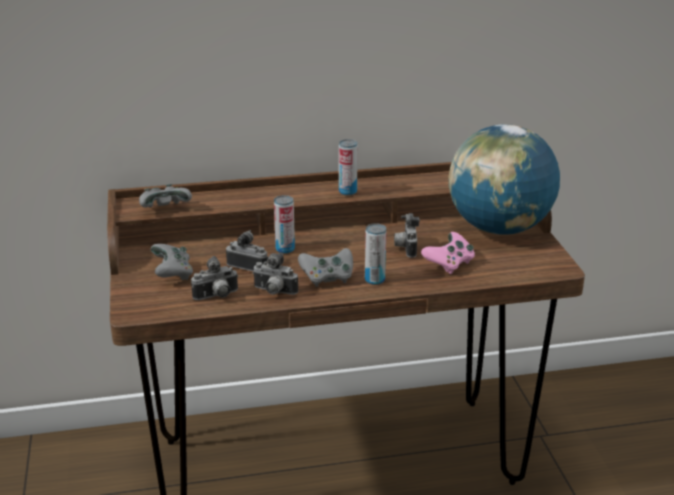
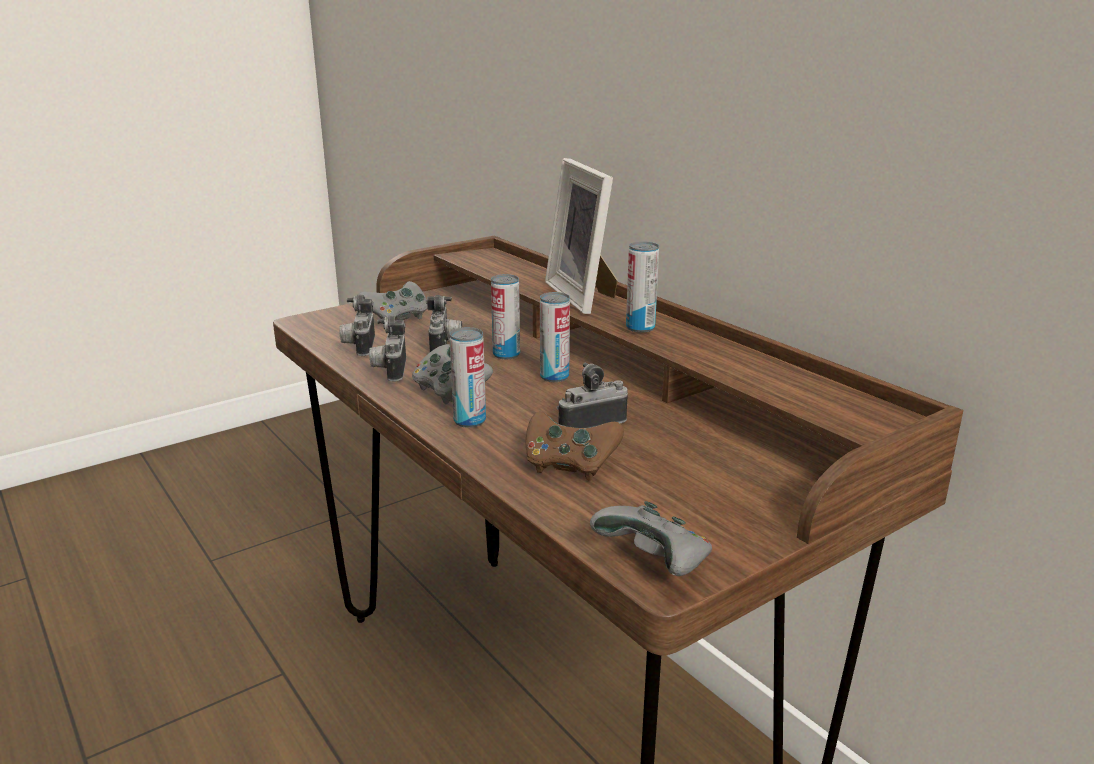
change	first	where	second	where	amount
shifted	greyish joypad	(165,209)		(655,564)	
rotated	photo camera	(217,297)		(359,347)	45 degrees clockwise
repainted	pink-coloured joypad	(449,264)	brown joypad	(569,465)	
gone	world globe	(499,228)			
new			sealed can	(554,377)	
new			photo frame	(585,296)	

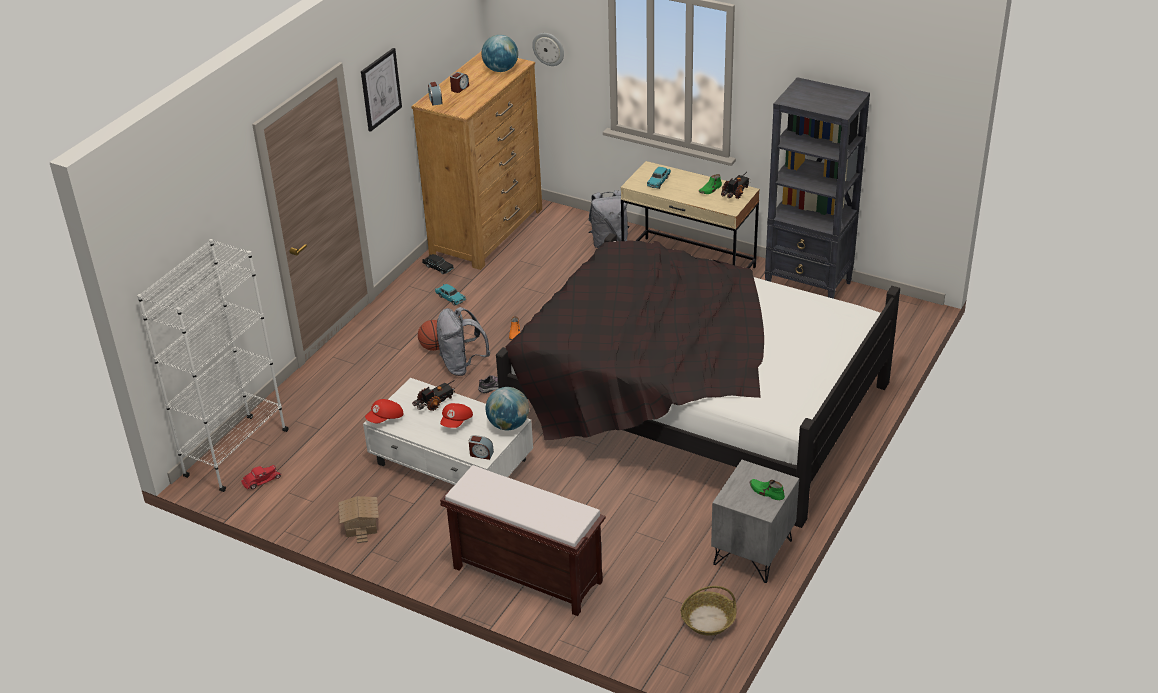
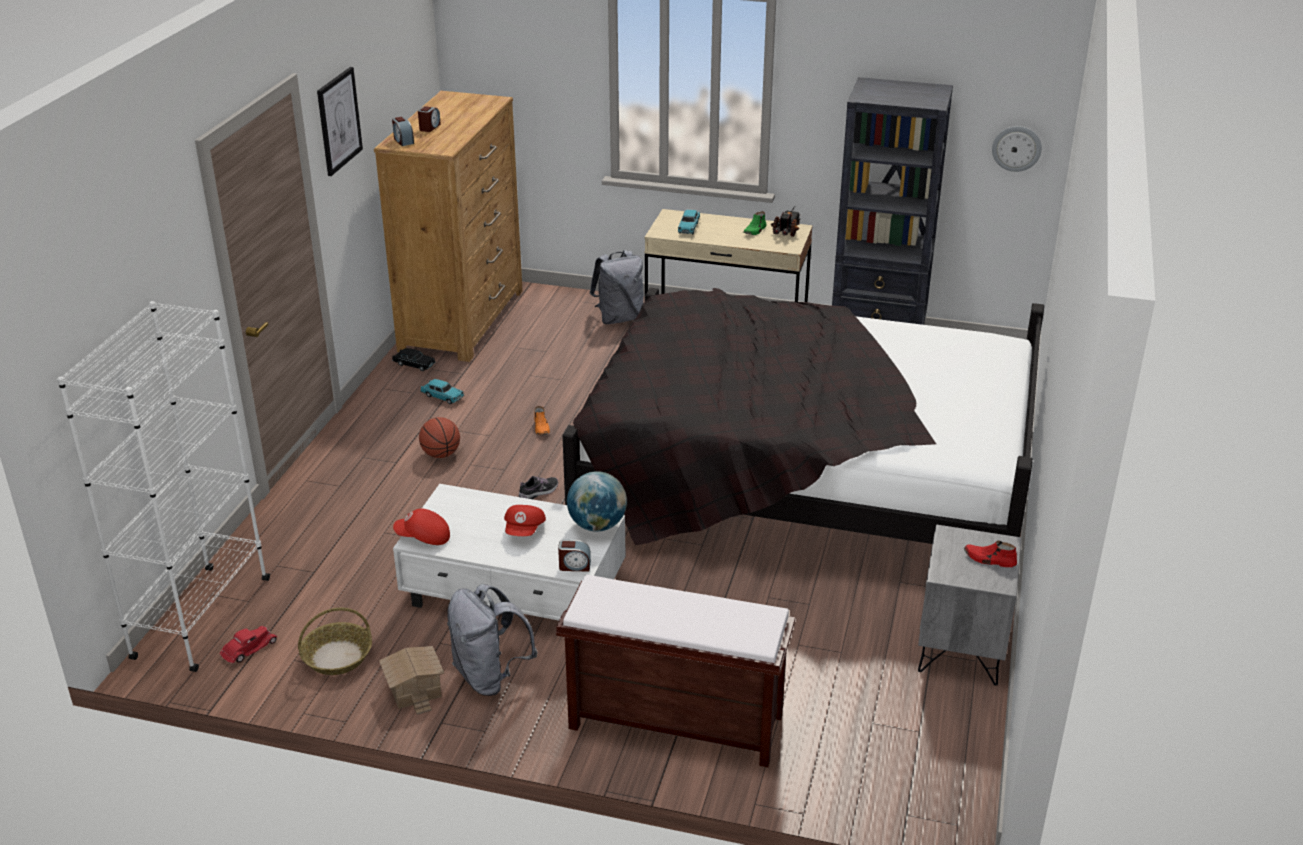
change	first	where	second	where	amount
rotated	red-coloured cap	(385,418)		(423,538)	60 degrees clockwise
gone	toy lorry	(435,402)			
shifted	greyish rucksack	(462,365)		(490,677)	
gone	world globe	(501,70)			
shifted	wall clock	(548,48)		(1016,148)	
shifted	storage basket	(707,620)		(336,657)	
repainted	greenish low shoe	(766,492)	red-coloured low shoe	(989,559)	

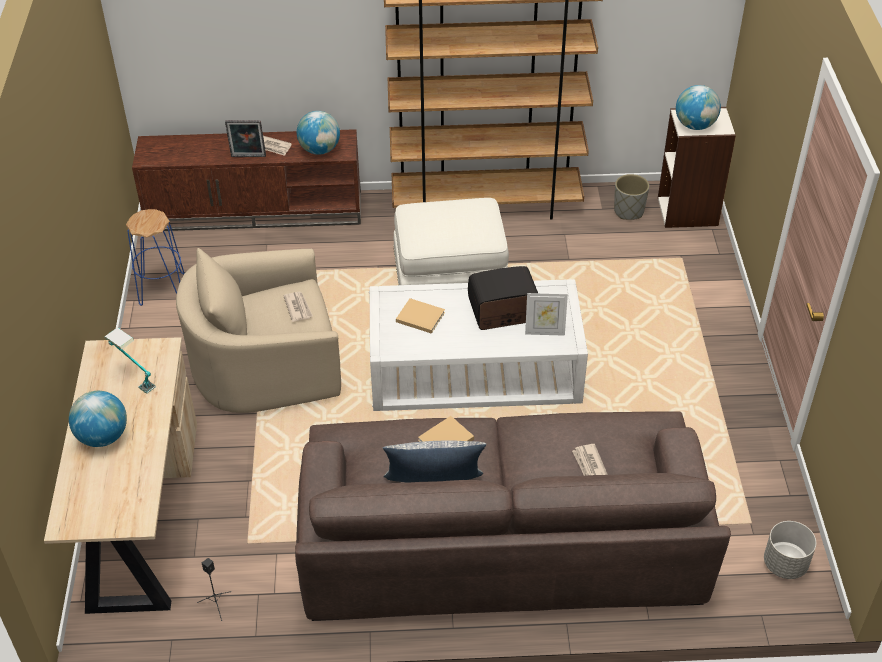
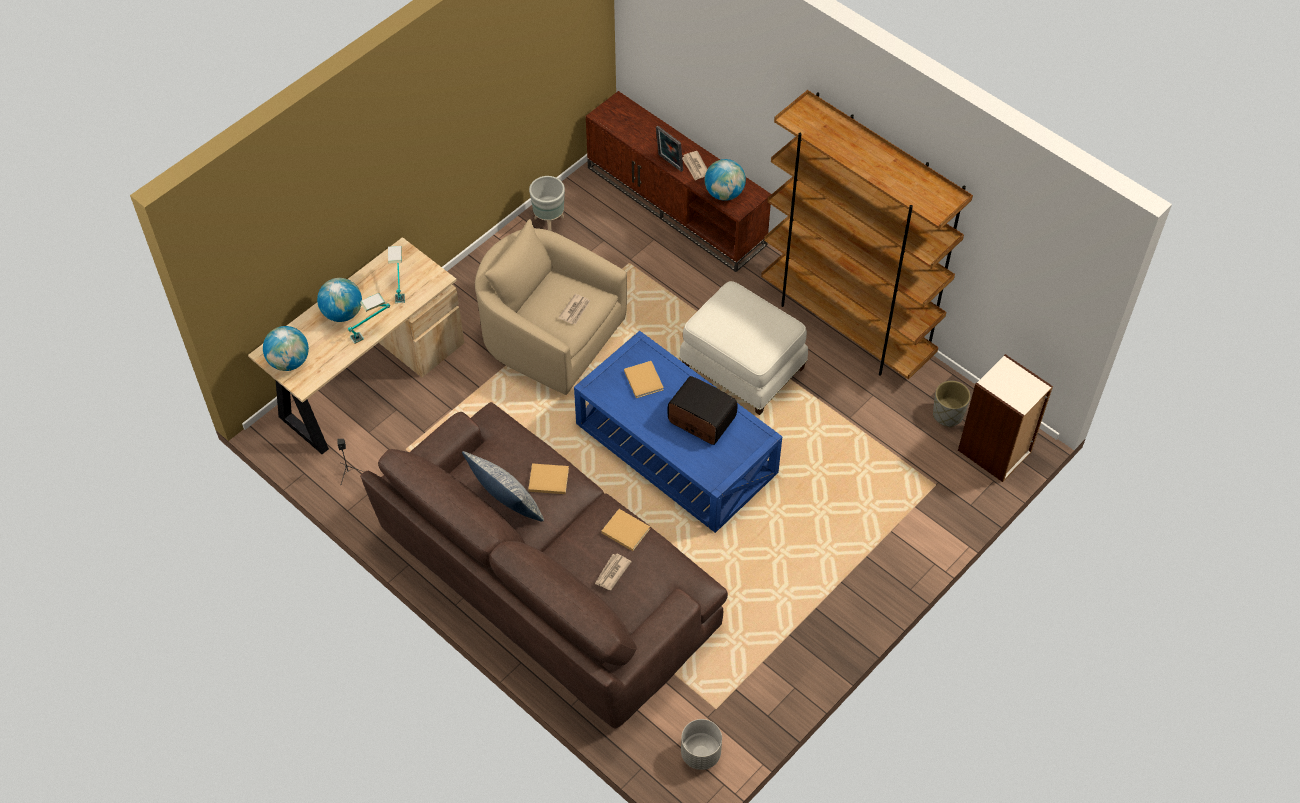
change	first	where	second	where	amount
swapped	bluish sitting stool	(162,289)	greyish plant pot	(549,223)	
repainted	whitish coffee table	(474,370)	bluish coffee table	(675,449)	
gone	photo frame	(544,332)			
shifted	world globe	(695,125)		(289,361)	
new			table lamp	(371,331)	
new			beige bound book	(624,530)	

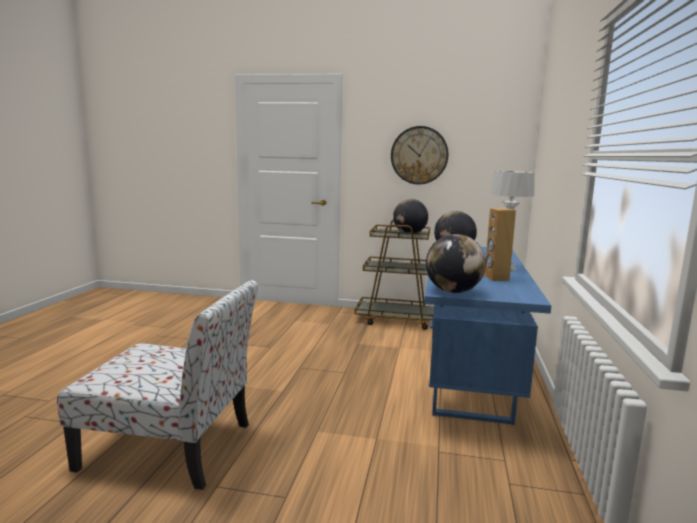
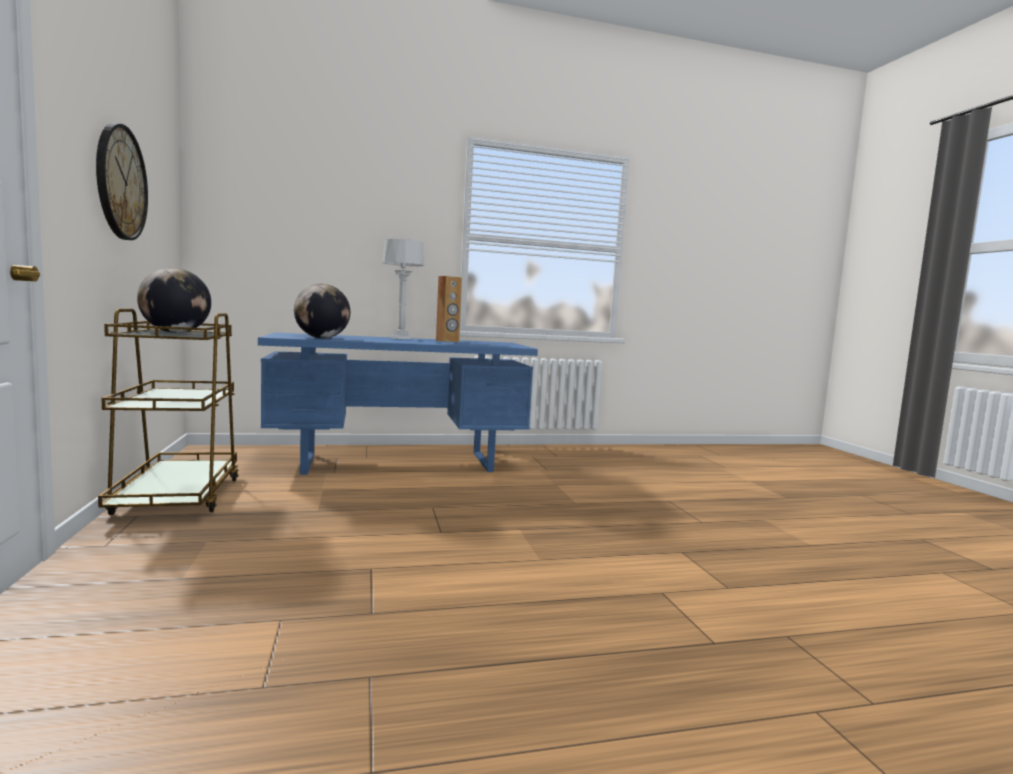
change	first	where	second	where	amount
gone	chair	(171,447)			
gone	world globe	(453,291)			

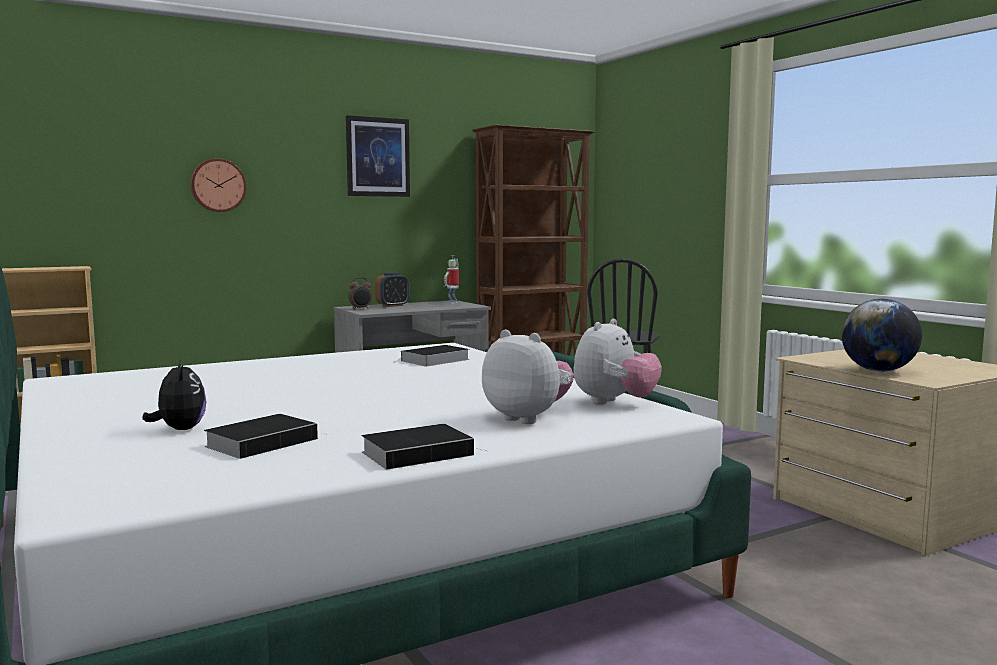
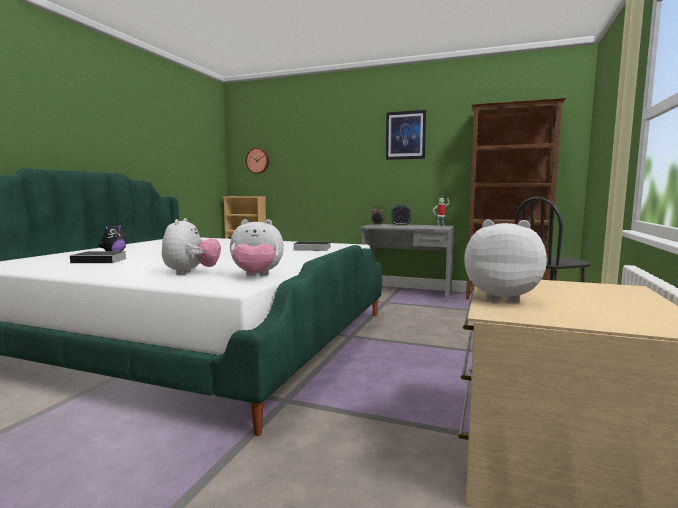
change	first	where	second	where	amount
shifted	wall clock	(218,185)		(258,160)	
gone	bound book	(420,453)			
swapped	world globe	(878,371)	plush toy	(501,297)	

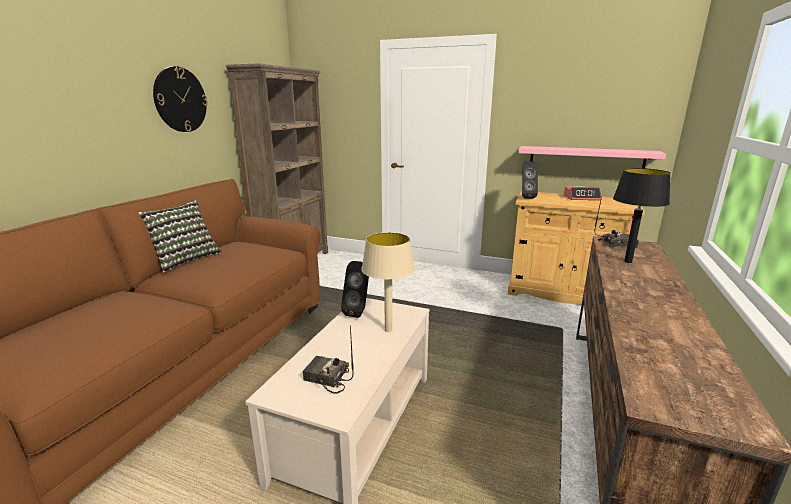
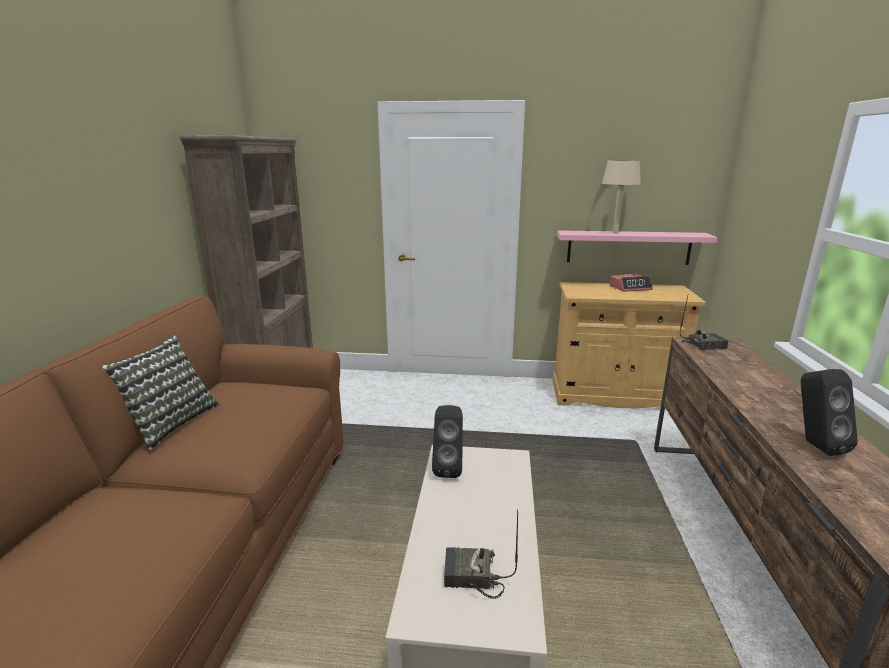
change	first	where	second	where	amount
gone	wall clock	(180,100)			
shifted	beige table lamp	(388,330)		(615,233)	
shifted	blackish loudspeaker	(526,198)		(814,445)	
gone	blackish table lamp	(628,261)			

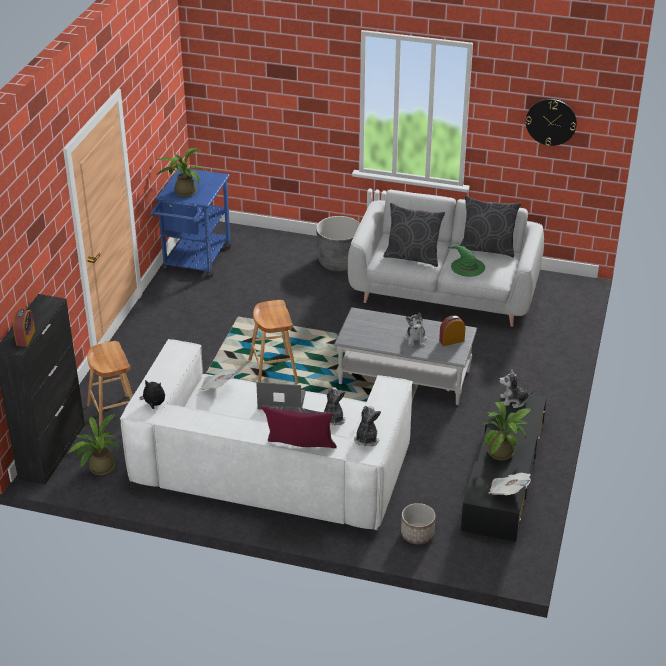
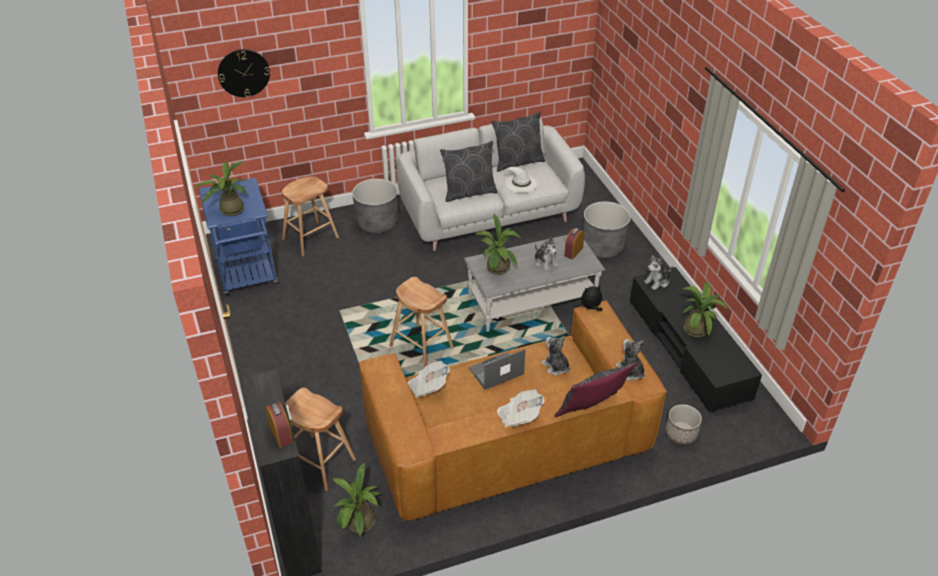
change	first	where	second	where	amount
repainted	whitish sofa	(270,465)	brown sofa	(507,436)	
shifted	plush toy	(154,404)		(591,307)	
repainted	greenish clothing hat	(467,267)	whitish clothing hat	(520,183)	
shifted	printed paper	(508,492)		(519,416)	
shifted	wall clock	(551,122)		(243,73)	
new			brown sitting stool	(310,238)	
new			potted plant	(498,270)	
new			greyish plant pot	(603,247)	

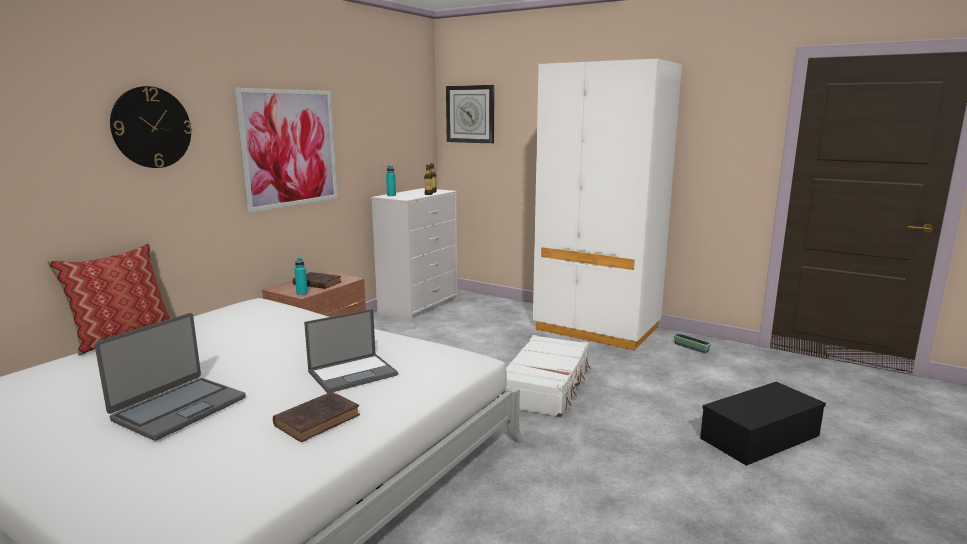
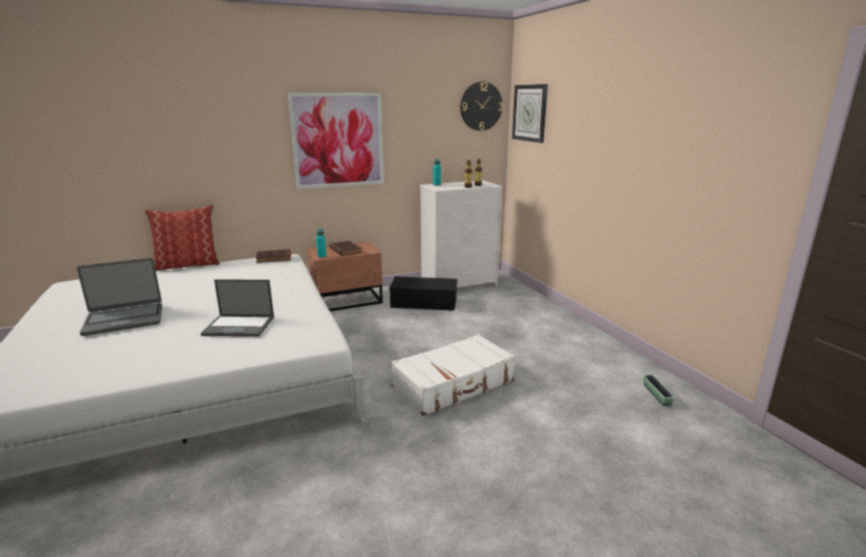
change	first	where	second	where	amount
shifted	wall clock	(151,127)		(481,106)	
shifted	brown bound book	(319,419)		(275,258)	
gone	whitish wardrobe	(596,329)			
shifted	blackish storage bin	(760,436)		(425,302)	

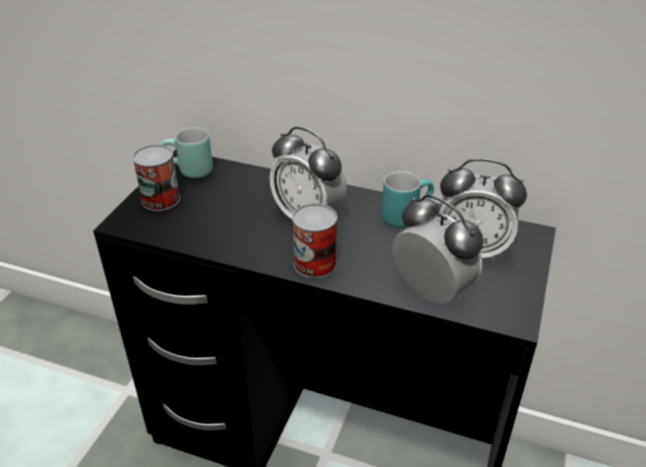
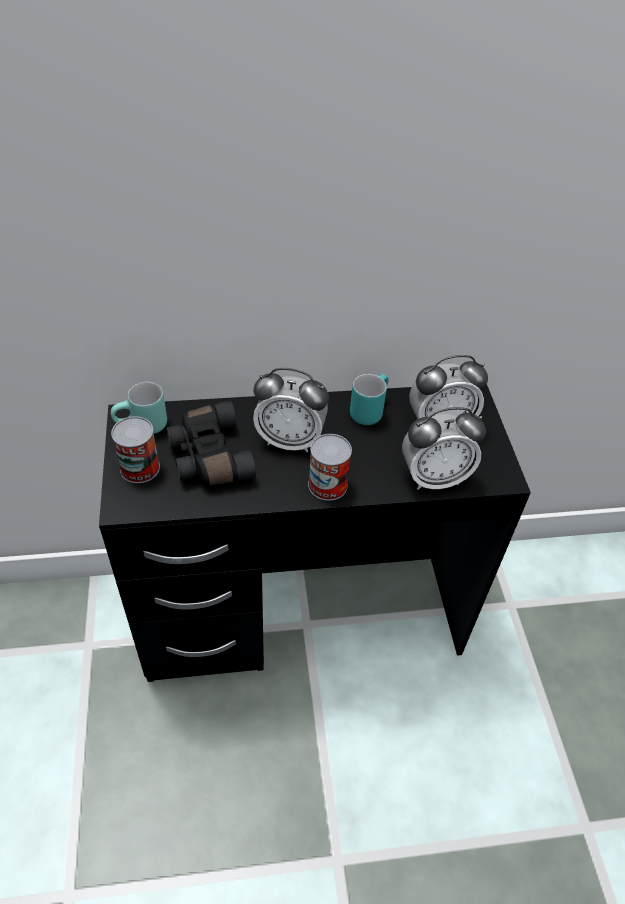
change	first	where	second	where	amount
rotated	table clock	(431,292)		(434,478)	150 degrees clockwise
new			blackish pair of binoculars	(208,456)	

